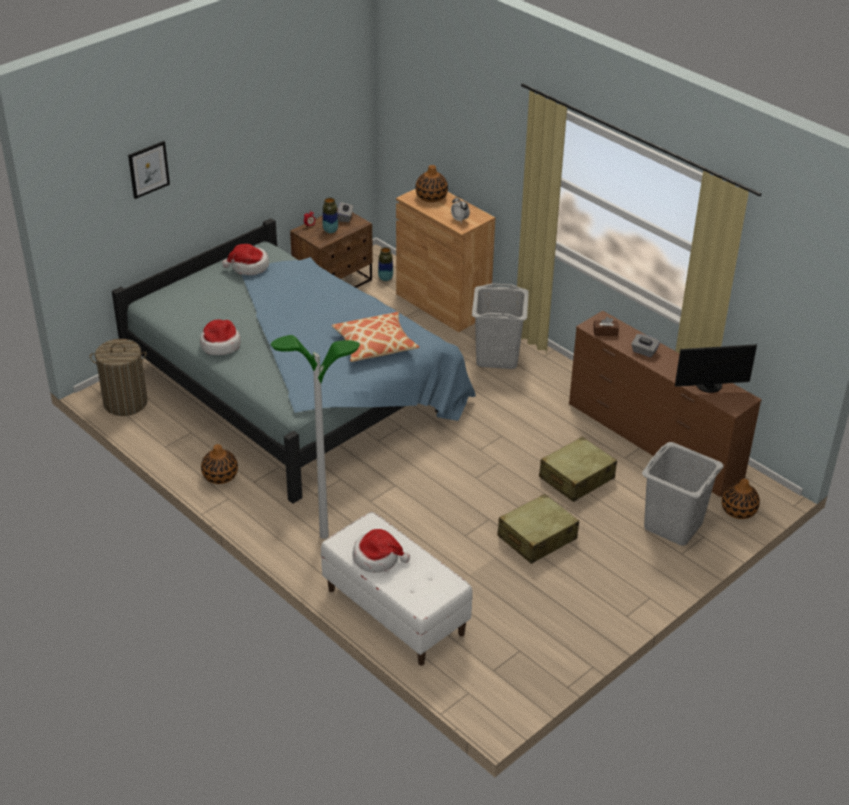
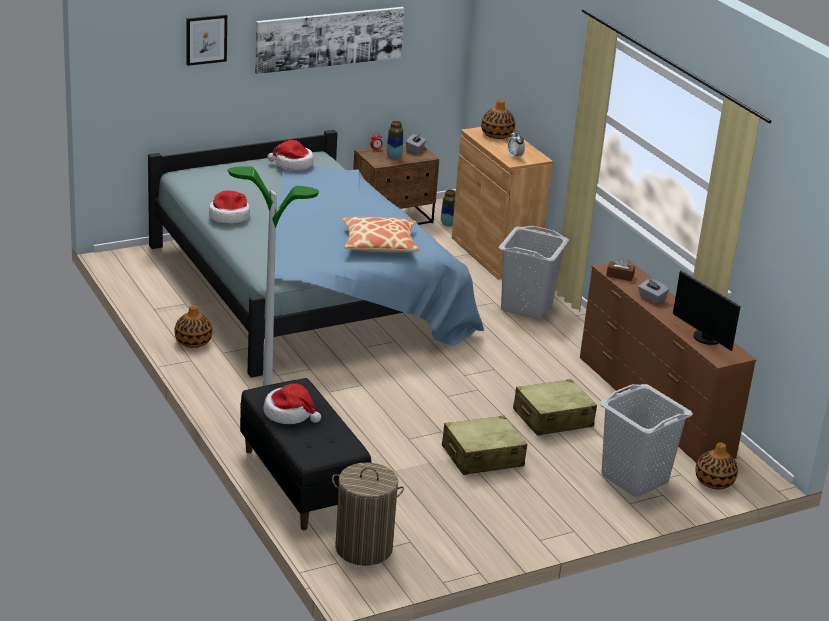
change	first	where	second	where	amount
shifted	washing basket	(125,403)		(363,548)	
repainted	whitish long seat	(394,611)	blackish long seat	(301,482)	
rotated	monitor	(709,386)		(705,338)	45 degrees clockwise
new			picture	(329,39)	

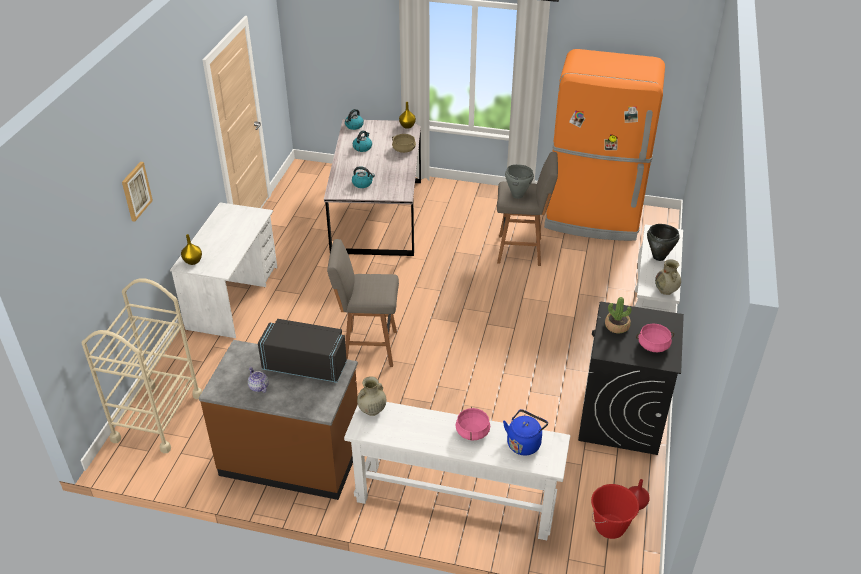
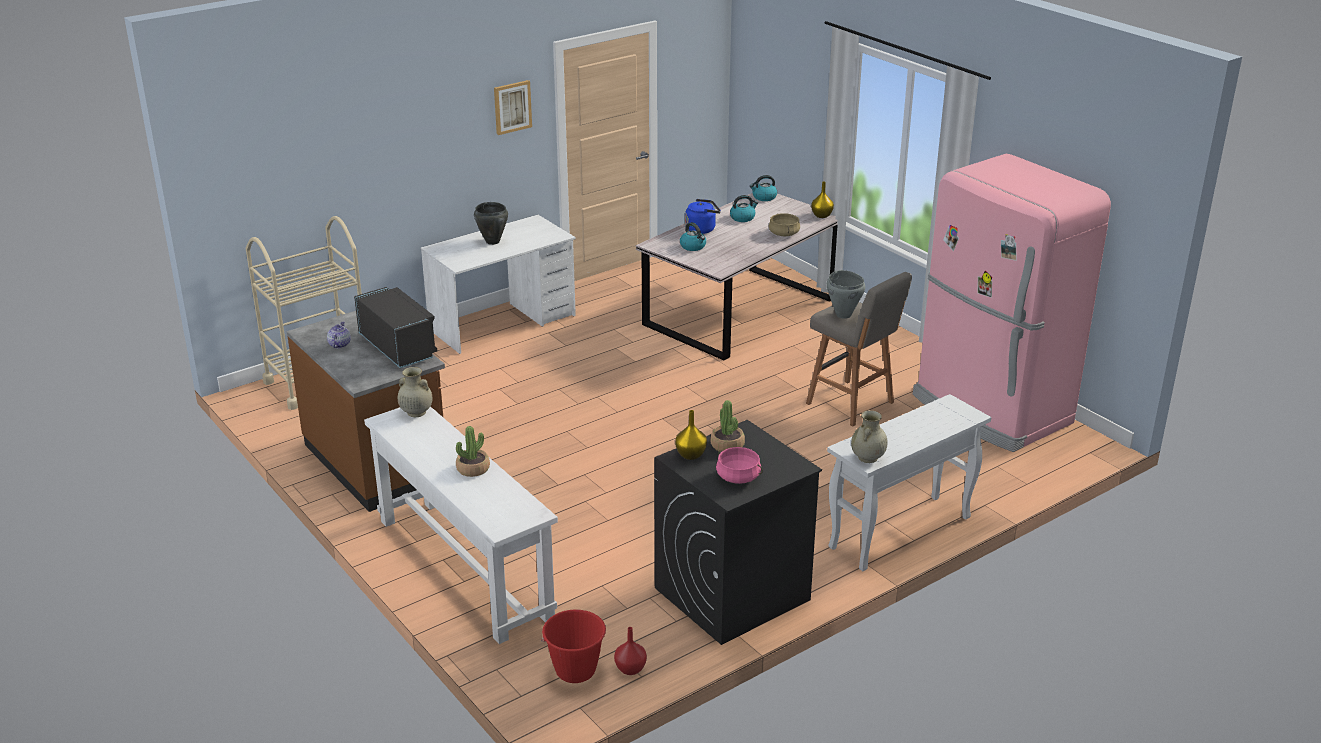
change	first	where	second	where	amount
shifted	picture	(136,191)		(512,107)	
shifted	yellowish decorative vase	(193,261)		(691,455)	
gone	greyish sitting stool	(368,347)			
swapped	pink-coloured cooking pot	(472,431)	potted plant	(473,469)	
shifted	bluish tea kettle	(524,443)		(702,229)	
repainted	orange kitchen fridge	(593,218)	pink-coloured kitchen fridge	(990,411)	
shifted	blackish cooking pot	(659,257)		(492,242)	

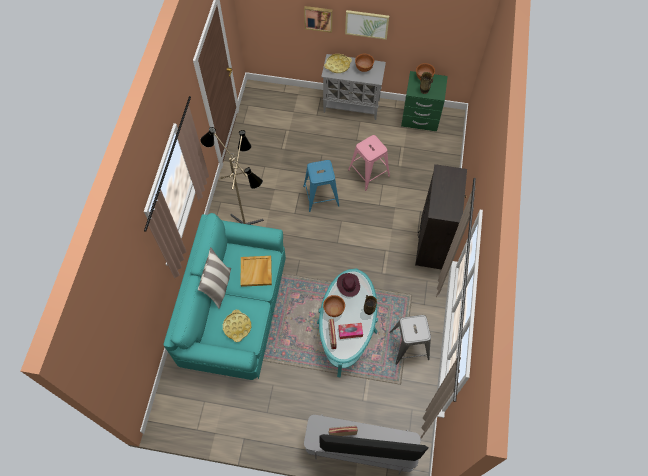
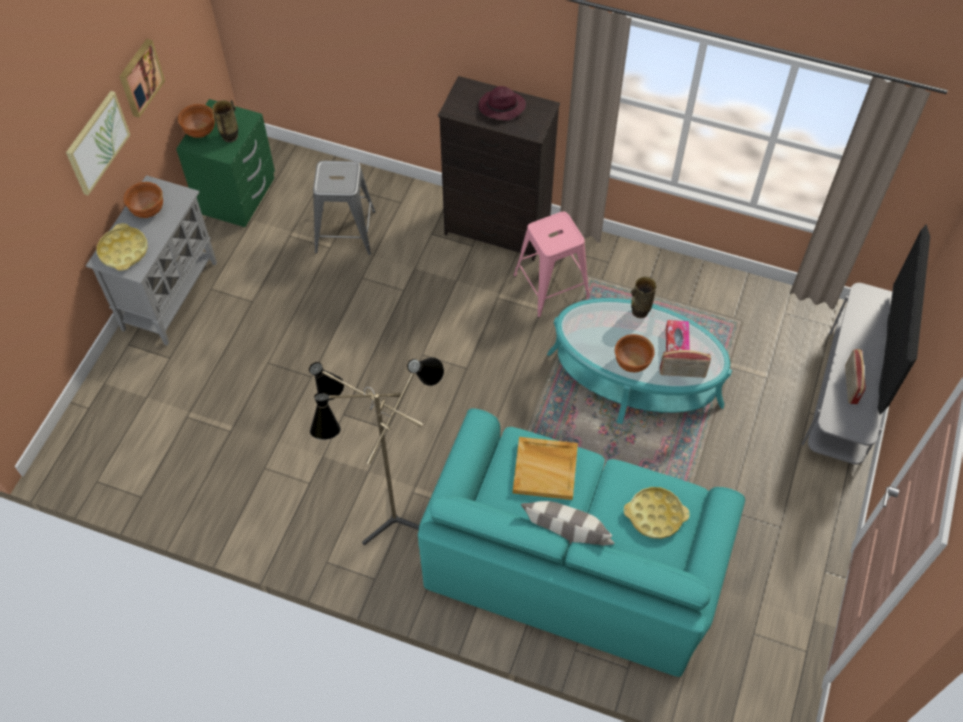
change	first	where	second	where	amount
gone	bluish sitting stool	(321,196)			
shifted	picture	(318,18)		(139,77)	
shifted	purple clothing hat	(348,285)		(501,107)	
shifted	pink-coloured sitting stool	(368,173)		(551,286)	
shifted	greyish sitting stool	(409,346)		(345,231)	

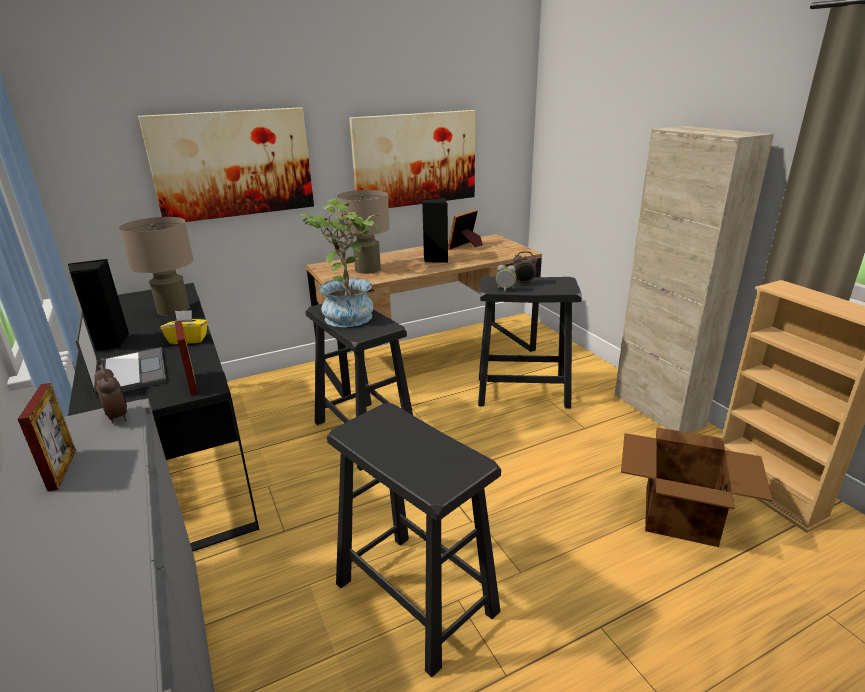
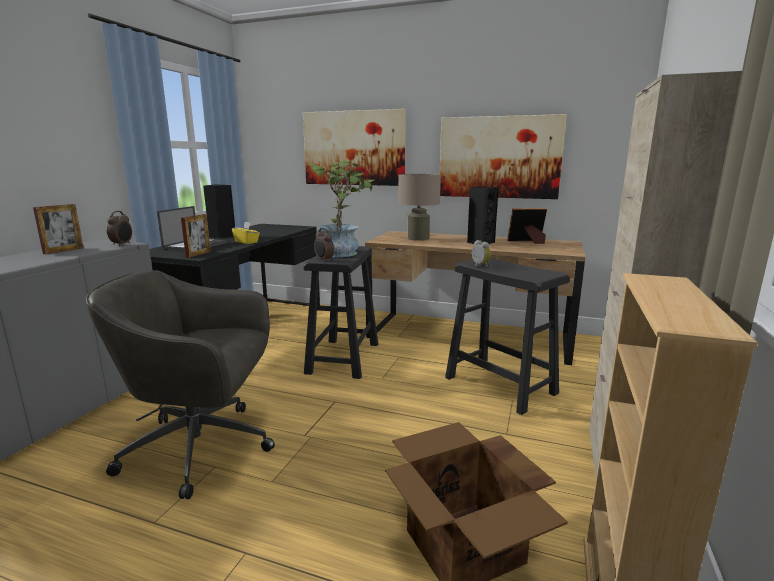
change	first	where	second	where	amount
gone	beige table lamp	(173,309)			
swapped	blackish sitting stool	(415,596)	greyish office chair	(203,448)	
shifted	table clock	(523,283)		(324,260)	

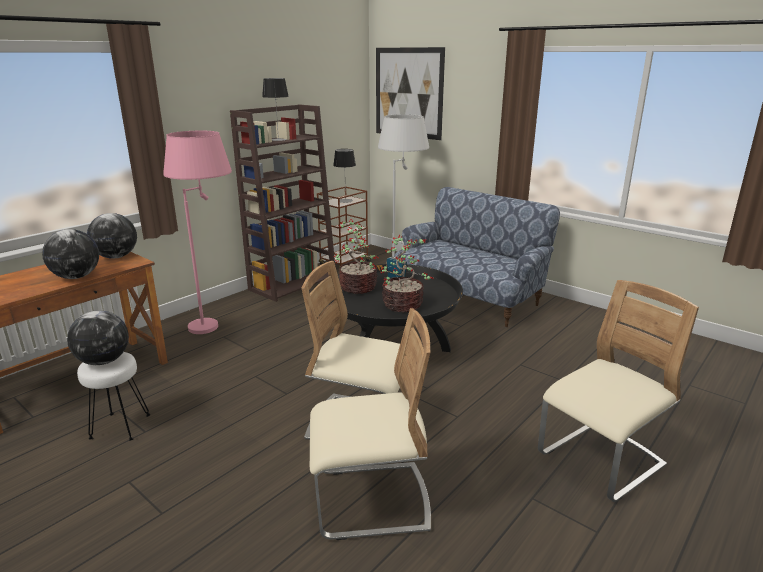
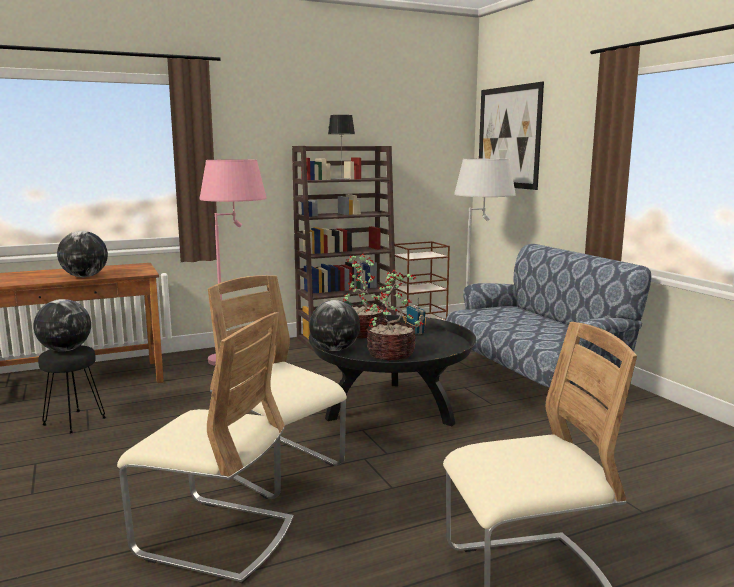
change	first	where	second	where	amount
repainted	whitish sitting stool	(120,427)	blackish sitting stool	(73,422)	
shifted	world globe	(116,257)		(335,349)	
gone	table lamp	(345,201)			

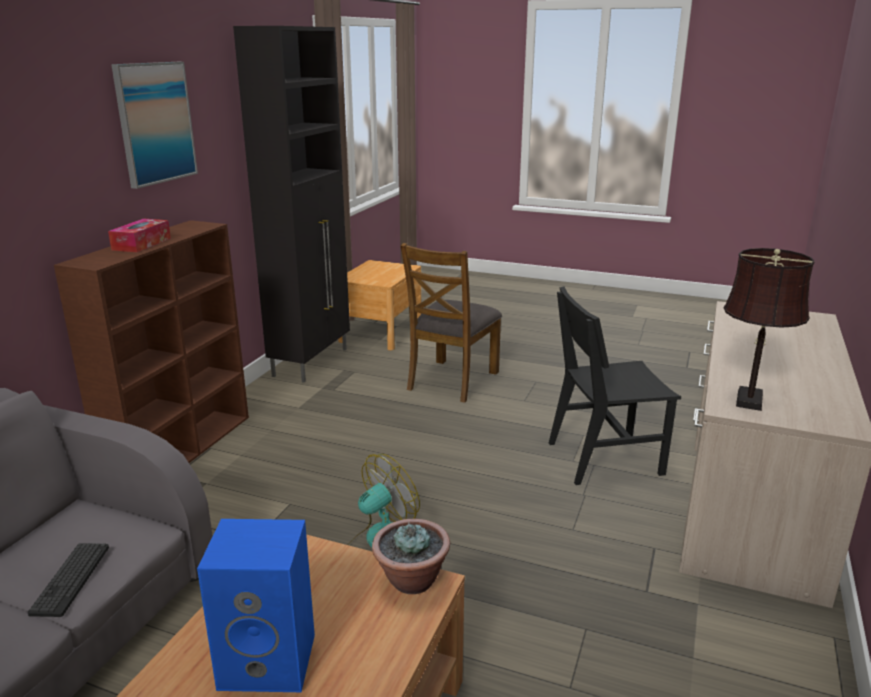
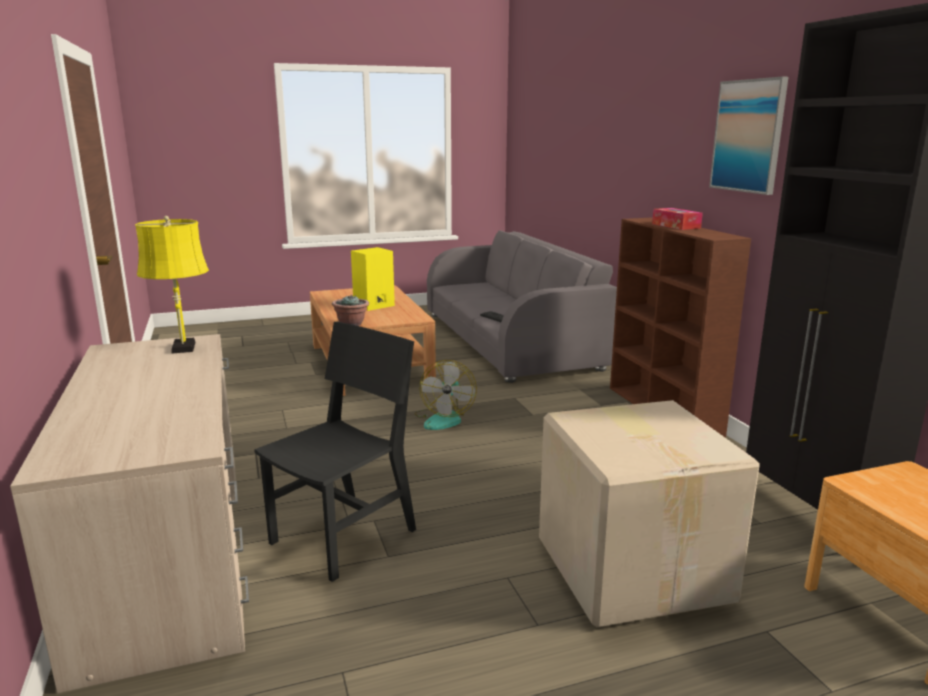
change	first	where	second	where	amount
repainted	bluish loudspeaker	(270,660)	yellowish loudspeaker	(373,305)	
swapped	brown chair	(452,380)	carton	(633,567)	
repainted	brown table lamp	(749,398)	yellowish table lamp	(183,348)	

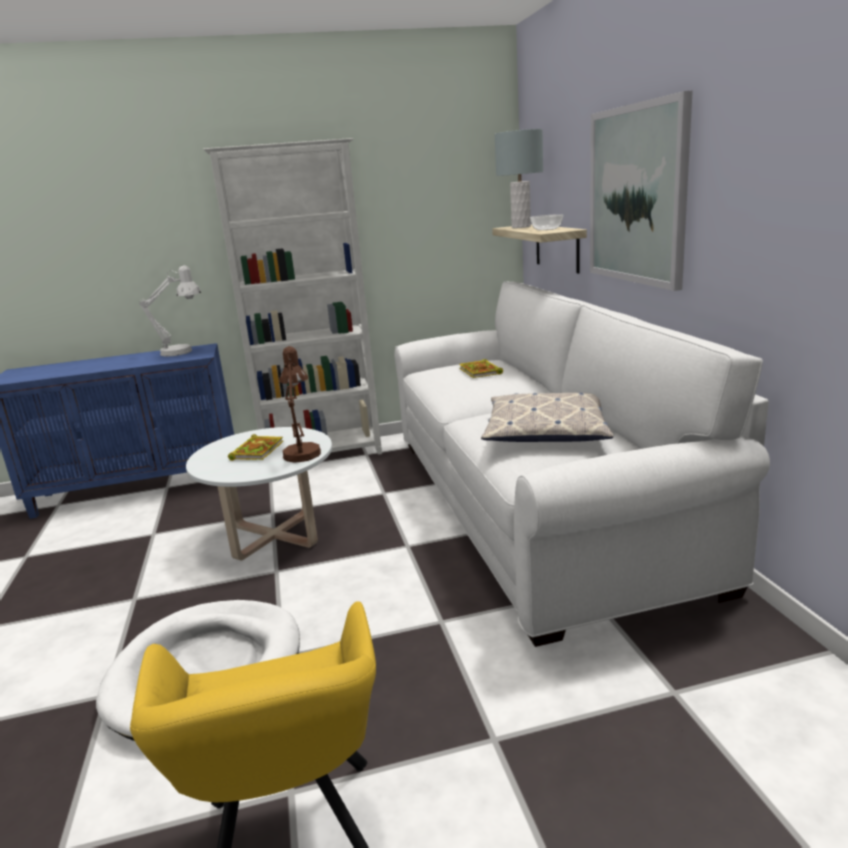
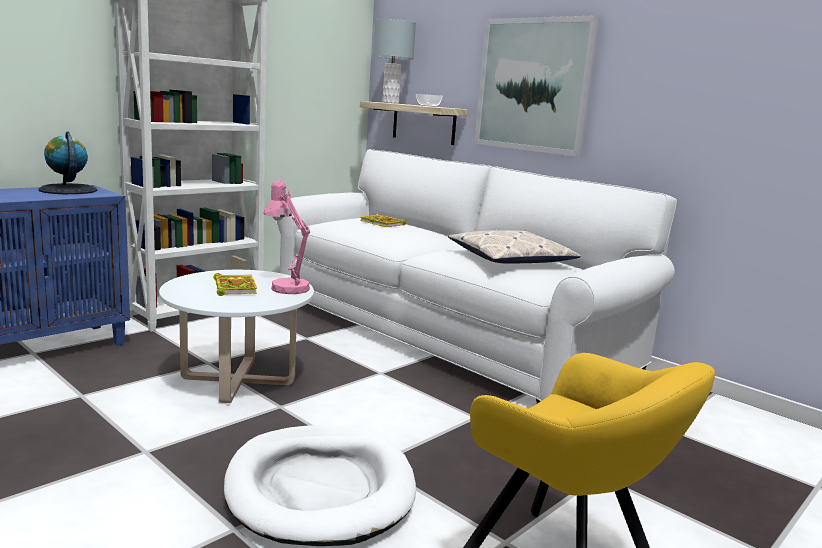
change	first	where	second	where	amount
swapped	whitish table lamp	(183,352)	world globe	(68,190)	
repainted	brown table lamp	(302,451)	pink-coloured table lamp	(286,286)	

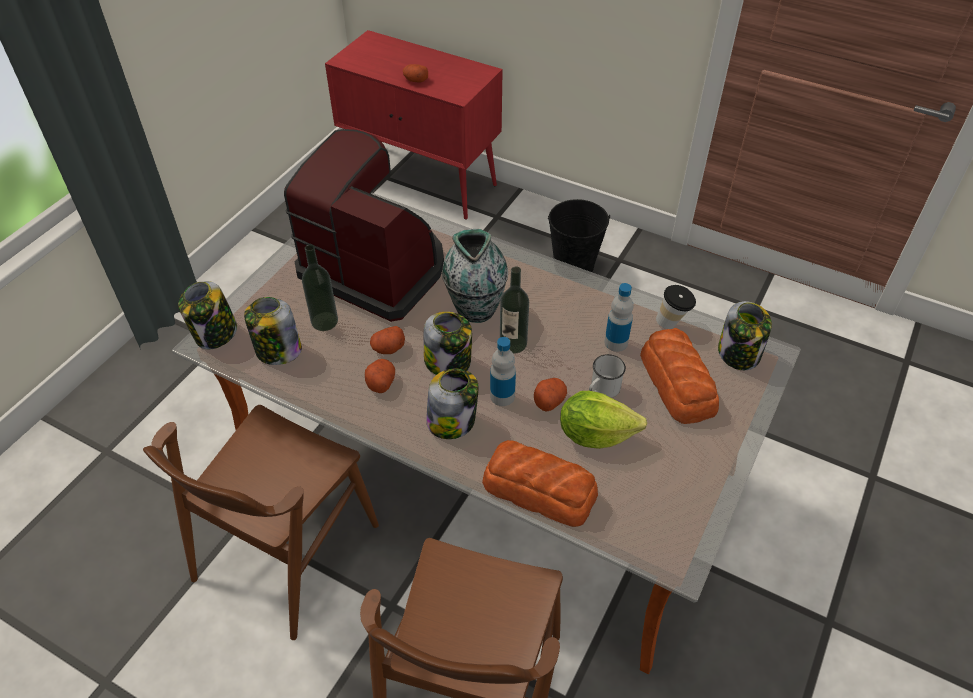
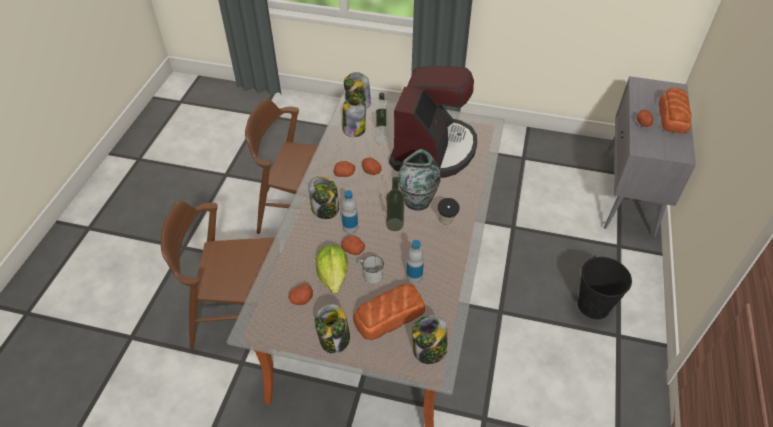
change	first	where	second	where	amount
repainted	red-coloured cabinet	(422,181)	greyish cabinet	(629,194)	
shifted	preserve jar	(448,362)		(334,339)	
shifted	bakery bread	(538,488)		(673,116)	
shifted	drinking cup	(672,323)		(446,223)	
new			spud	(301,299)	

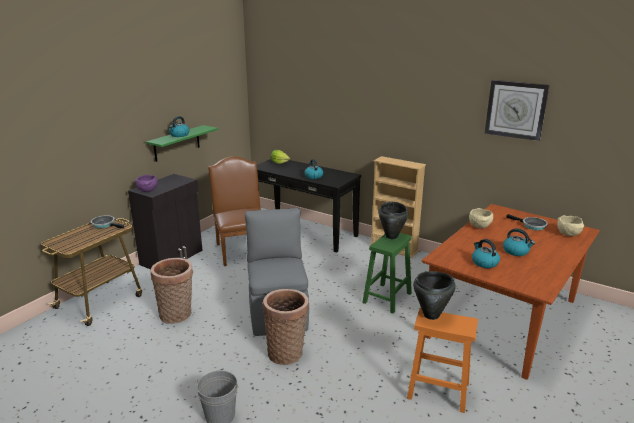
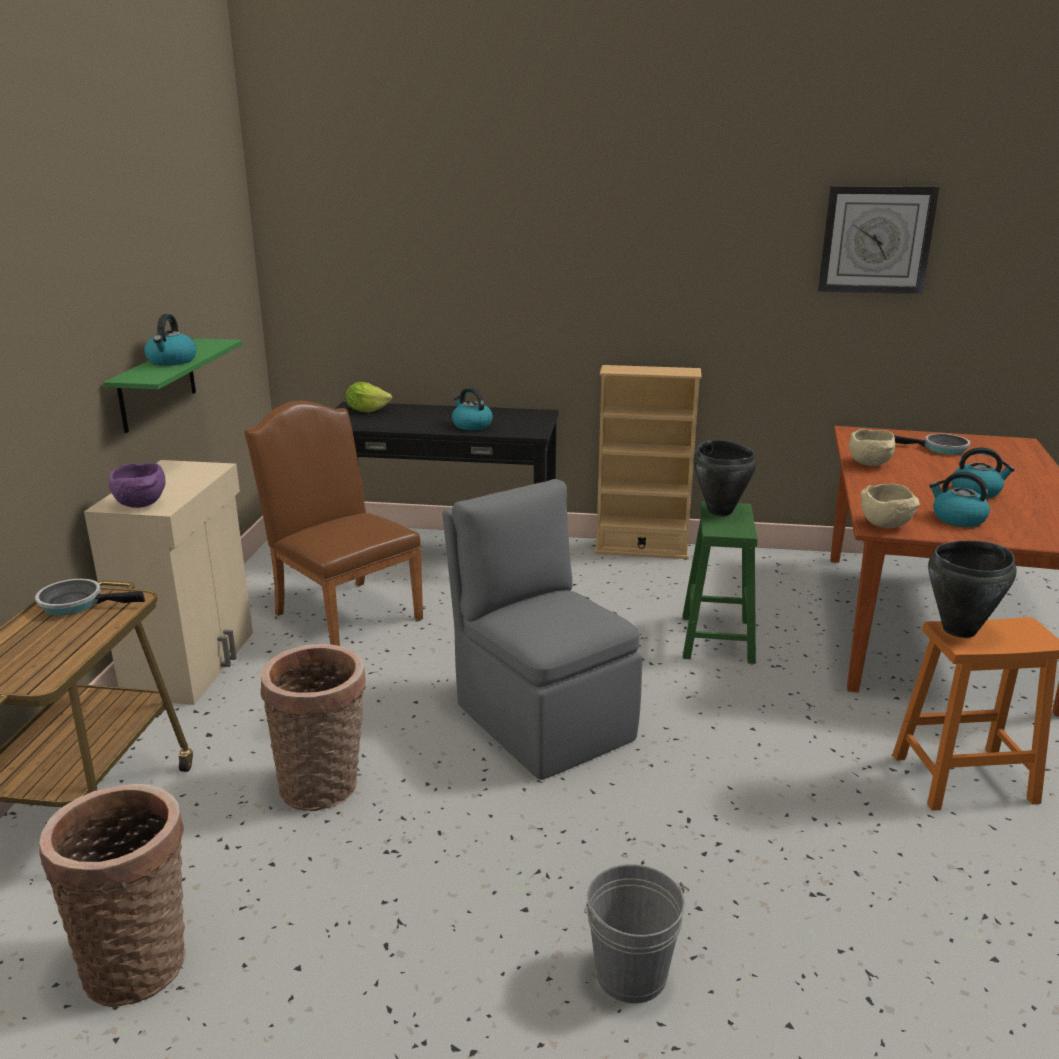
change	first	where	second	where	amount
repainted	blackish cabinet	(172,257)	beige cabinet	(193,663)	
shifted	storage basket	(287,352)		(139,960)	
shifted	beige serving bowl	(569,234)		(886,525)	

